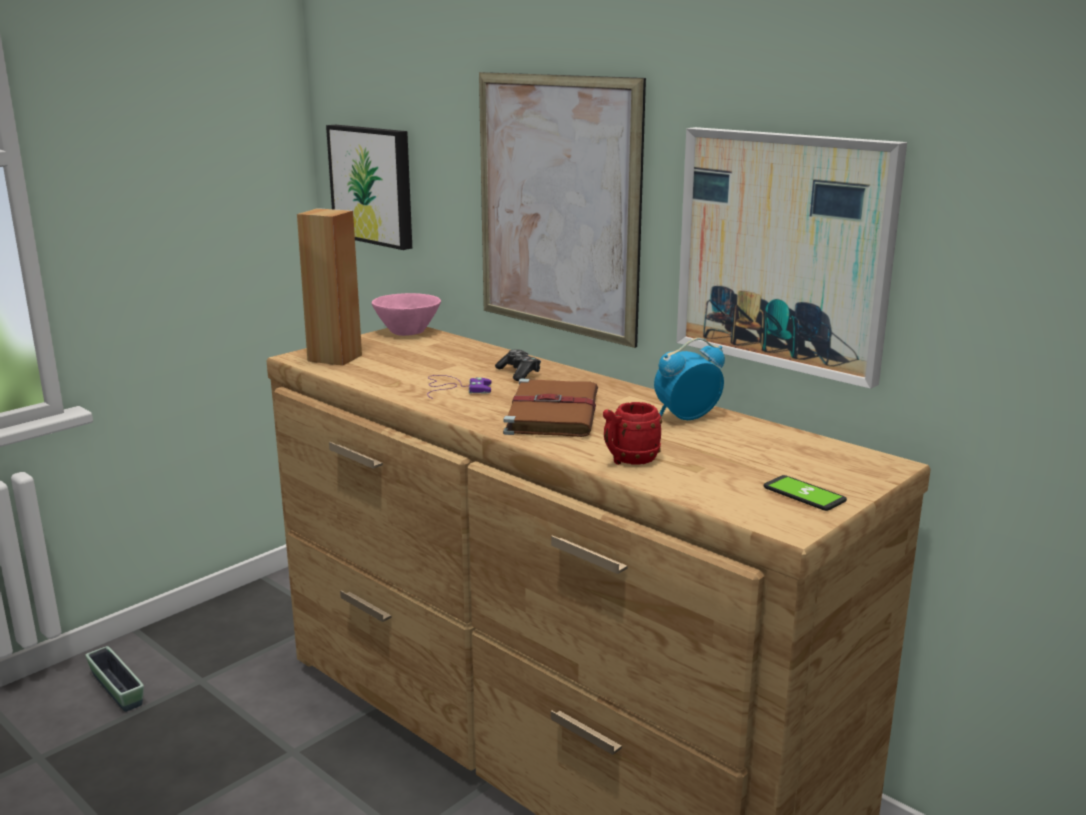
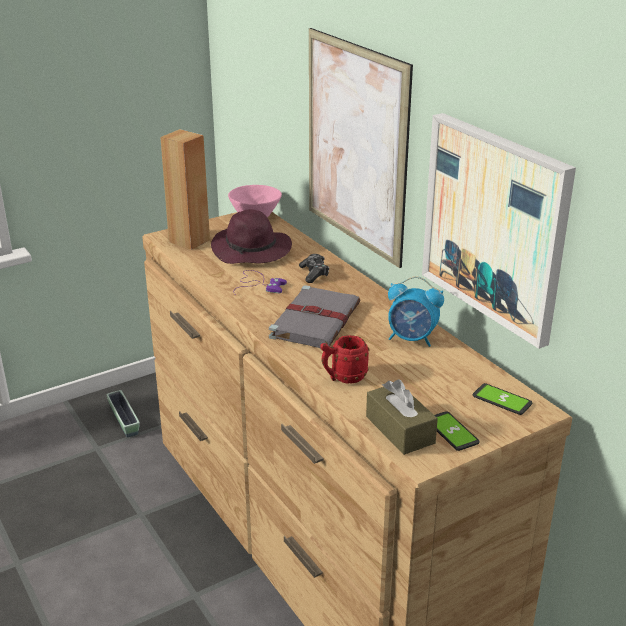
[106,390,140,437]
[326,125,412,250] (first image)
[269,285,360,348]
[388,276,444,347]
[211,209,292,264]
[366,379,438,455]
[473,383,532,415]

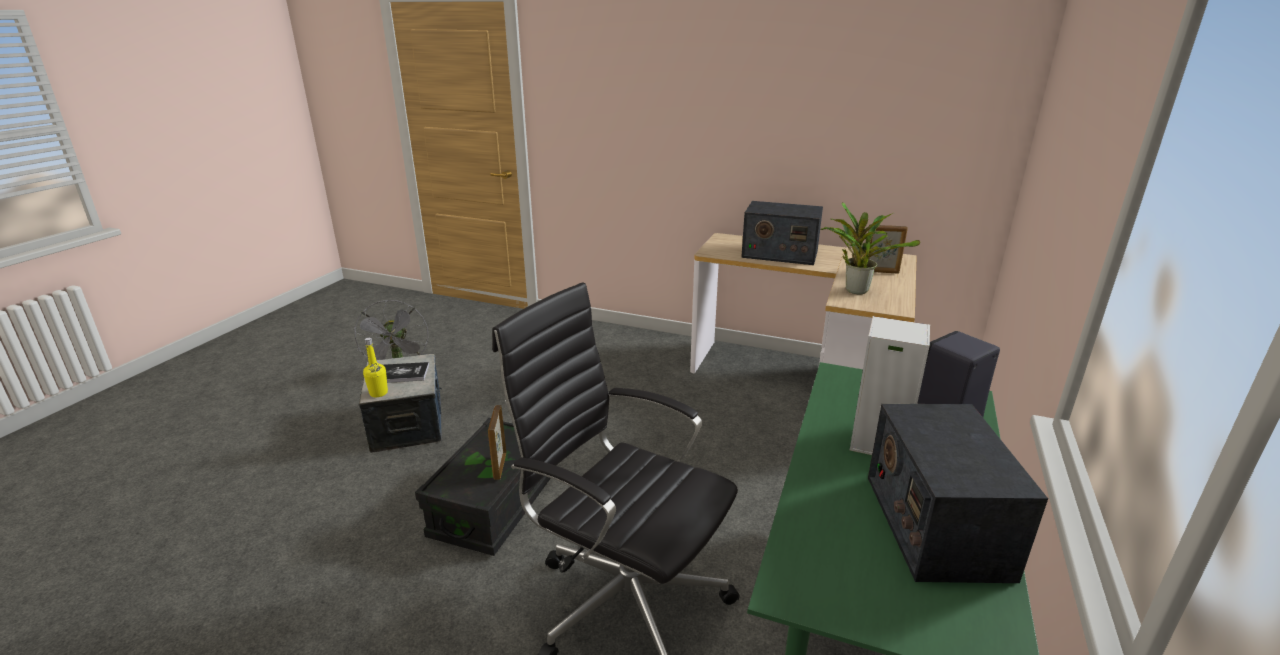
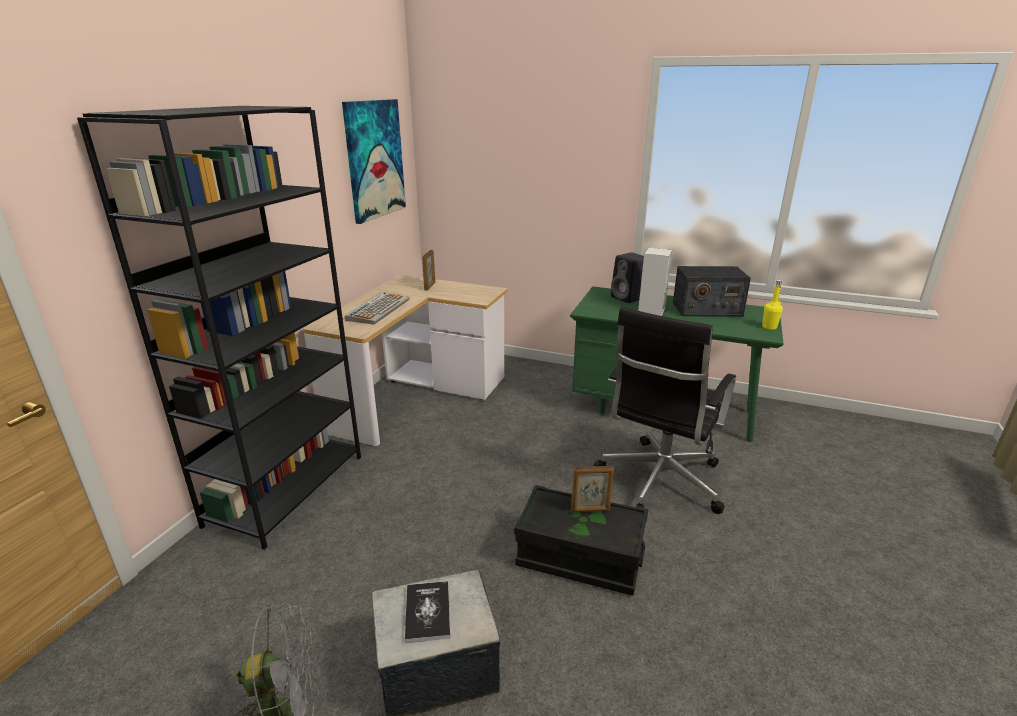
[762,280,783,330]
[345,292,409,325]
[821,202,920,294] (first image)
[77,106,361,550]
[342,99,406,224]

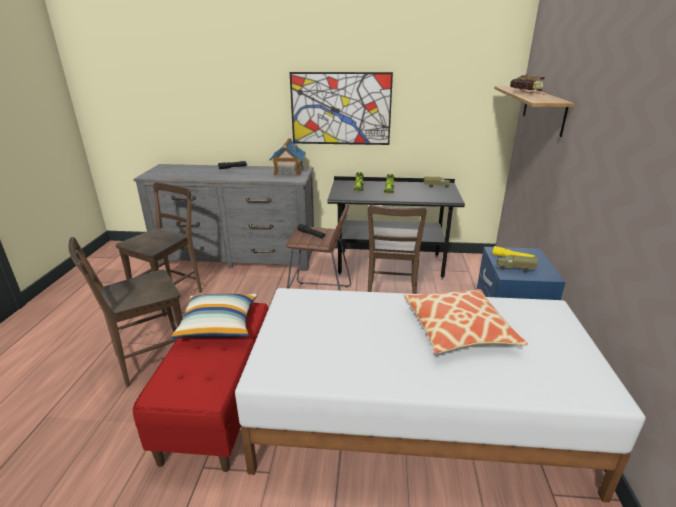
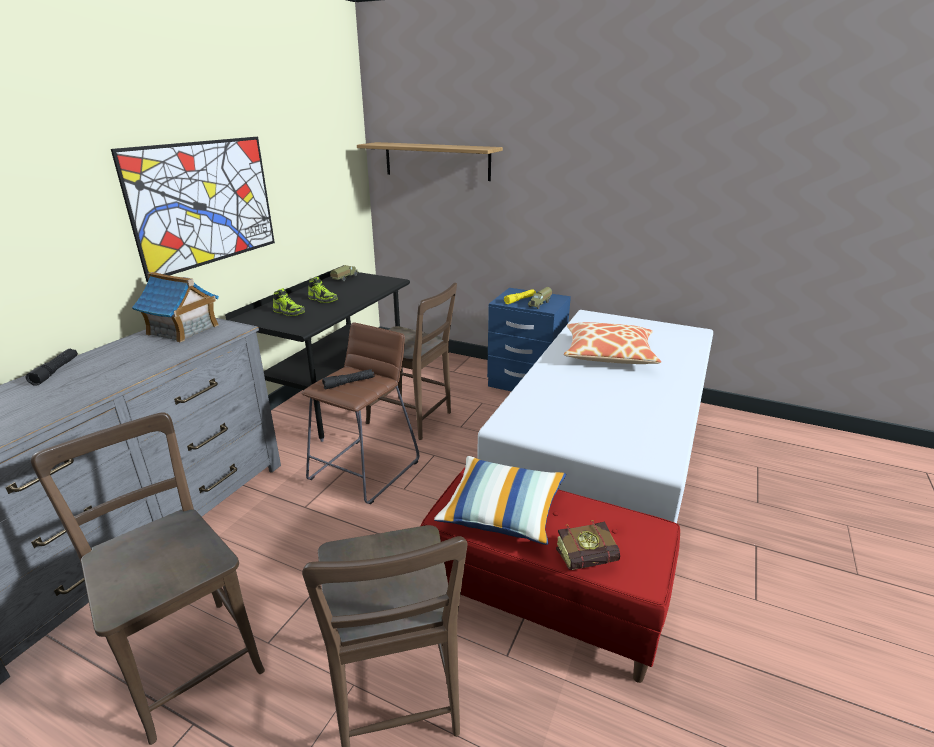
[556,520,620,570]

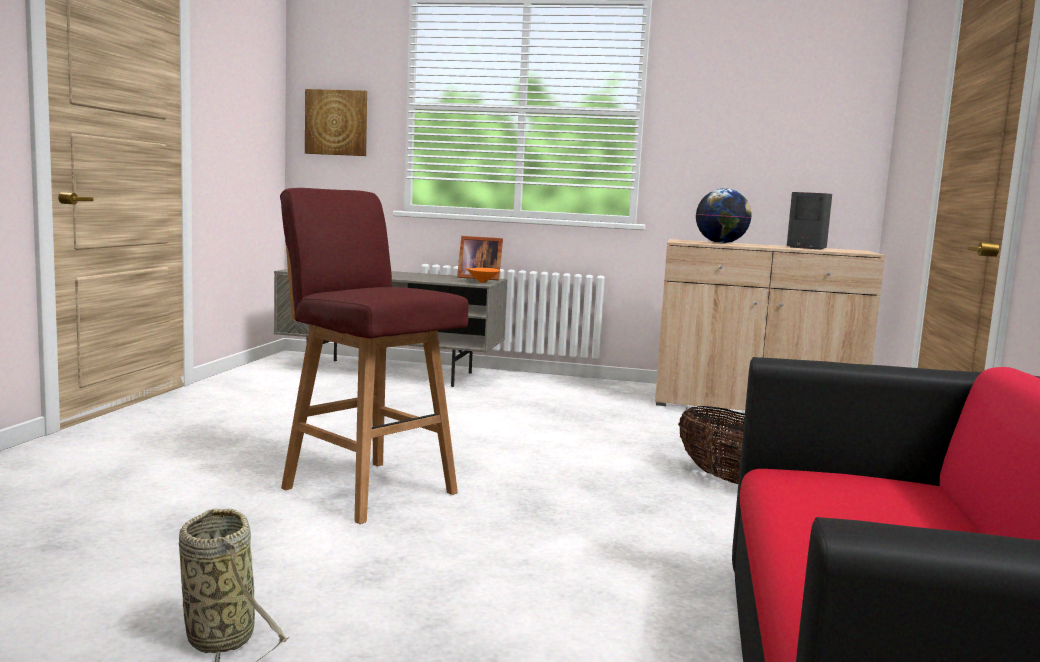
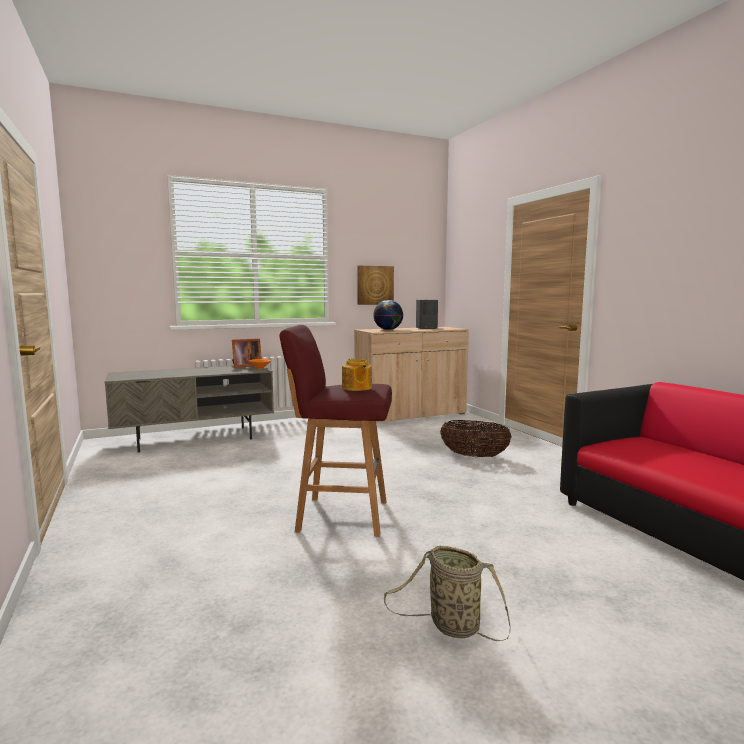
[357,266,394,305]
[342,358,372,391]

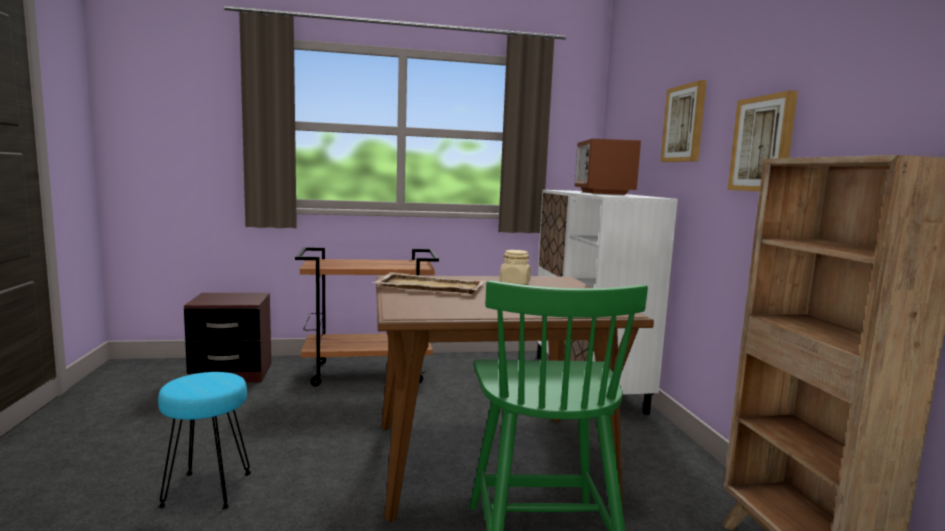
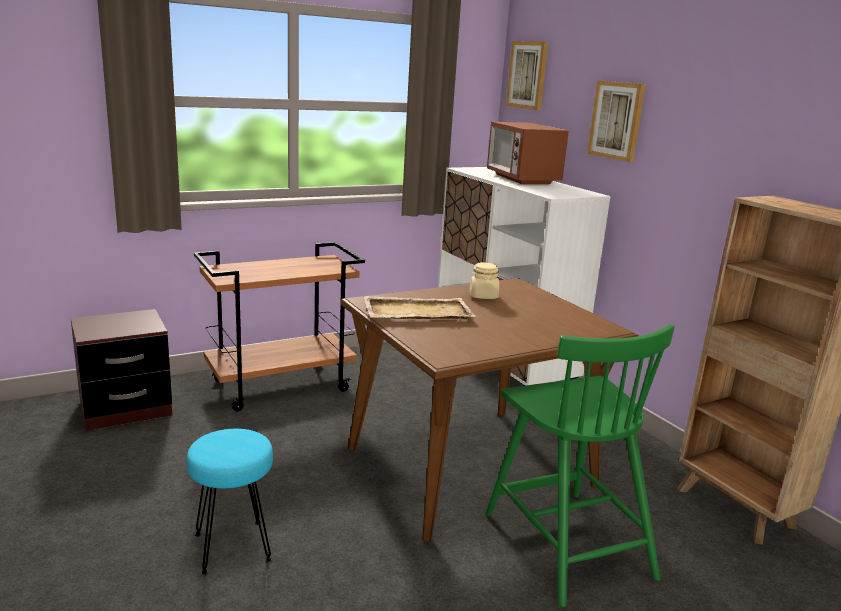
[506,41,548,110]

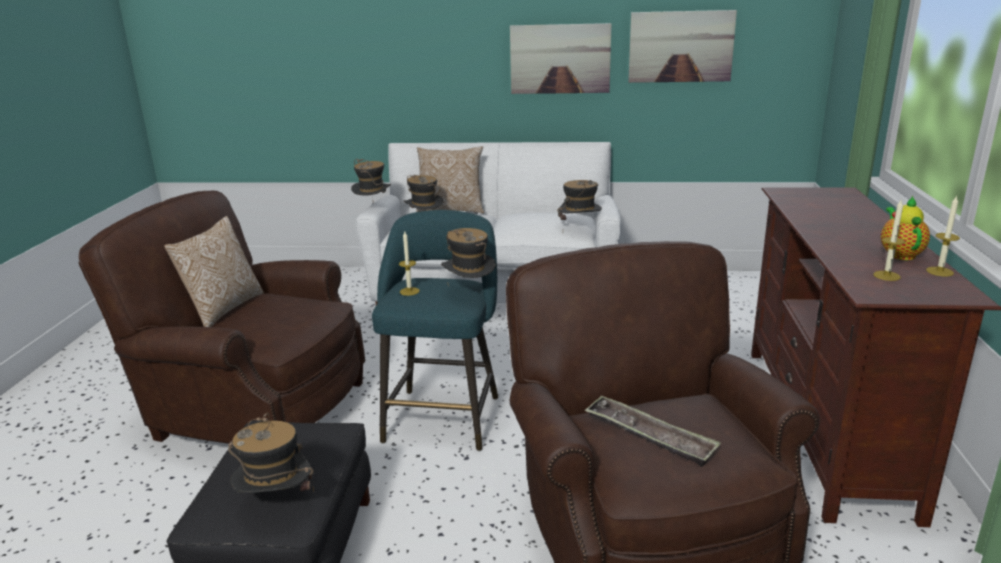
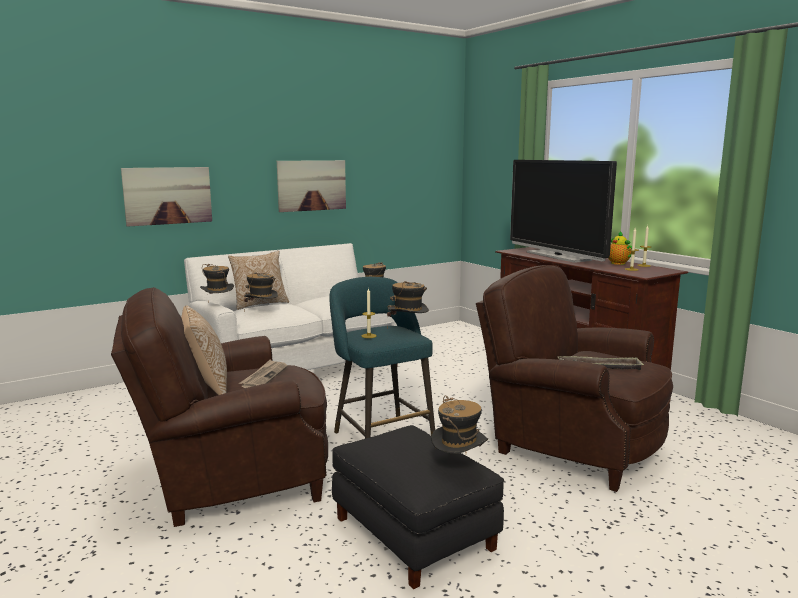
[121,167,212,227]
[239,360,288,388]
[510,160,617,263]

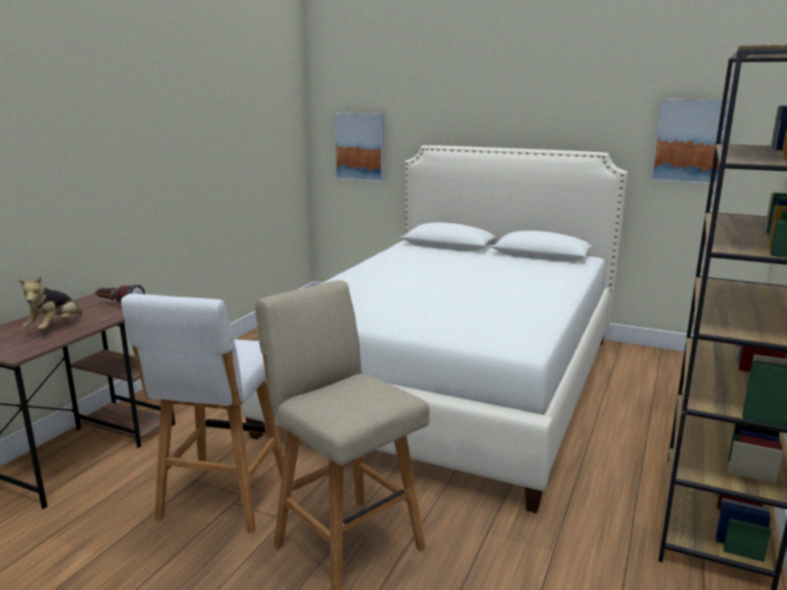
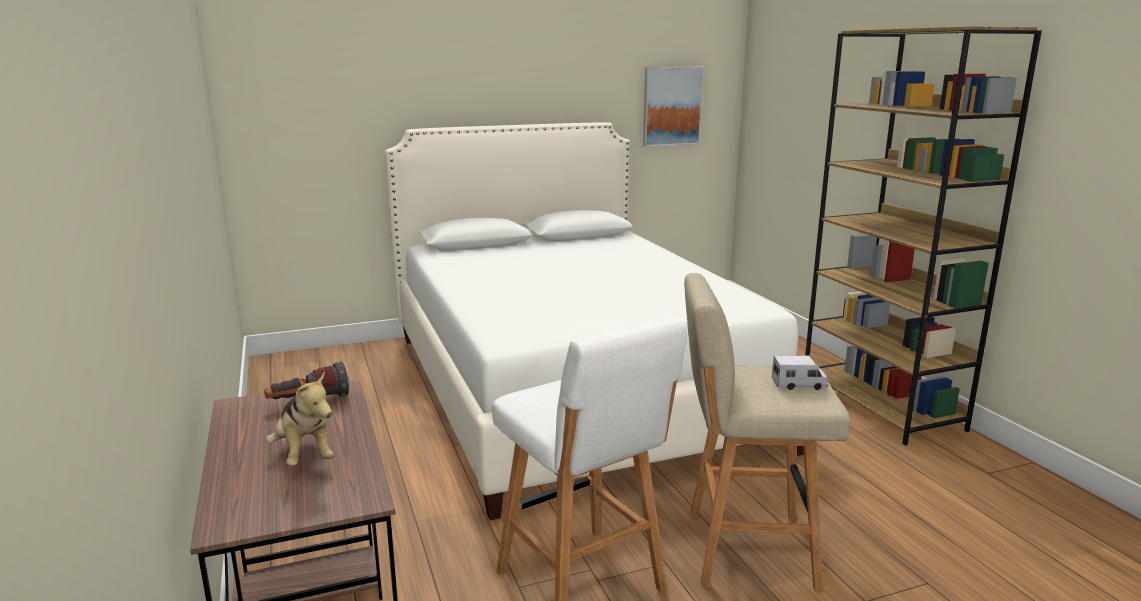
[334,113,384,182] (first image)
[772,355,828,390]

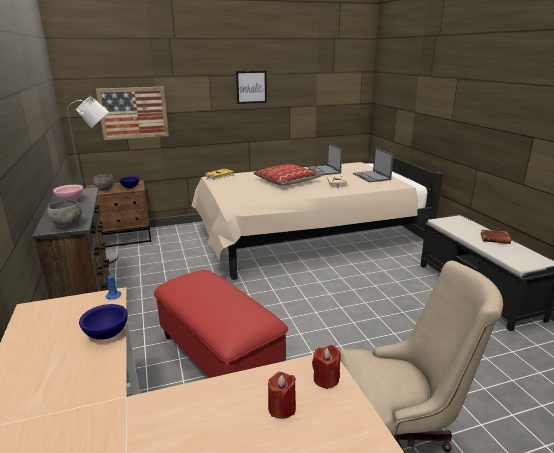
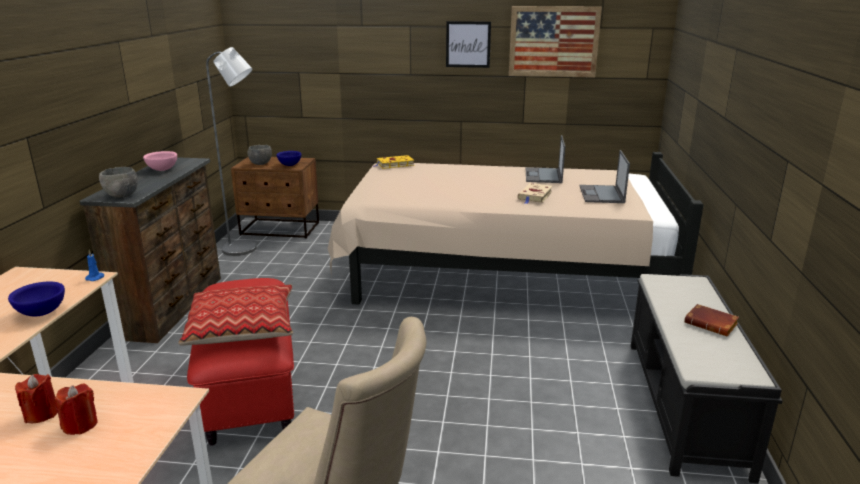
[509,6,602,78]
[178,285,293,346]
[15,374,58,423]

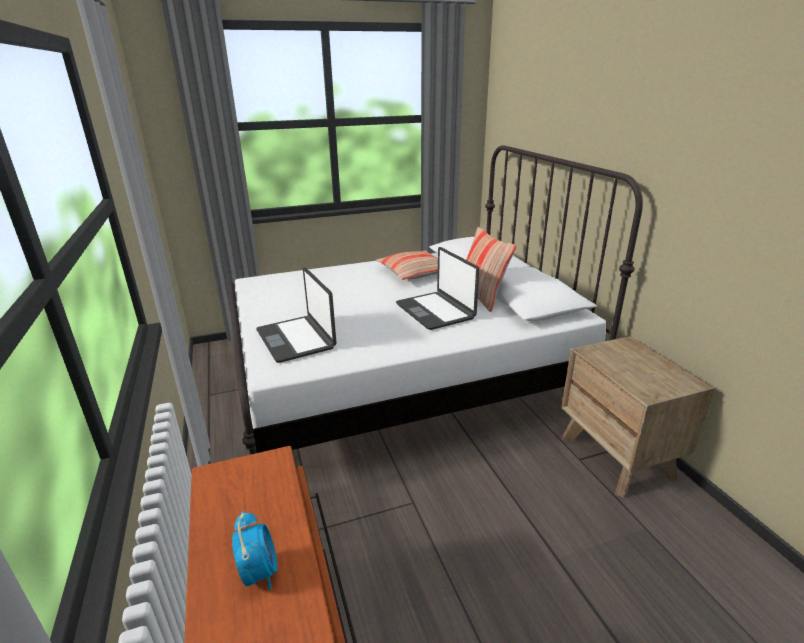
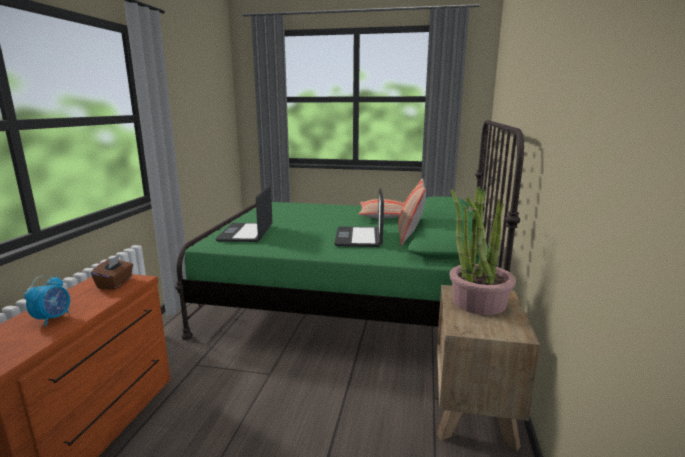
[175,120,524,339]
[91,255,133,289]
[450,186,516,315]

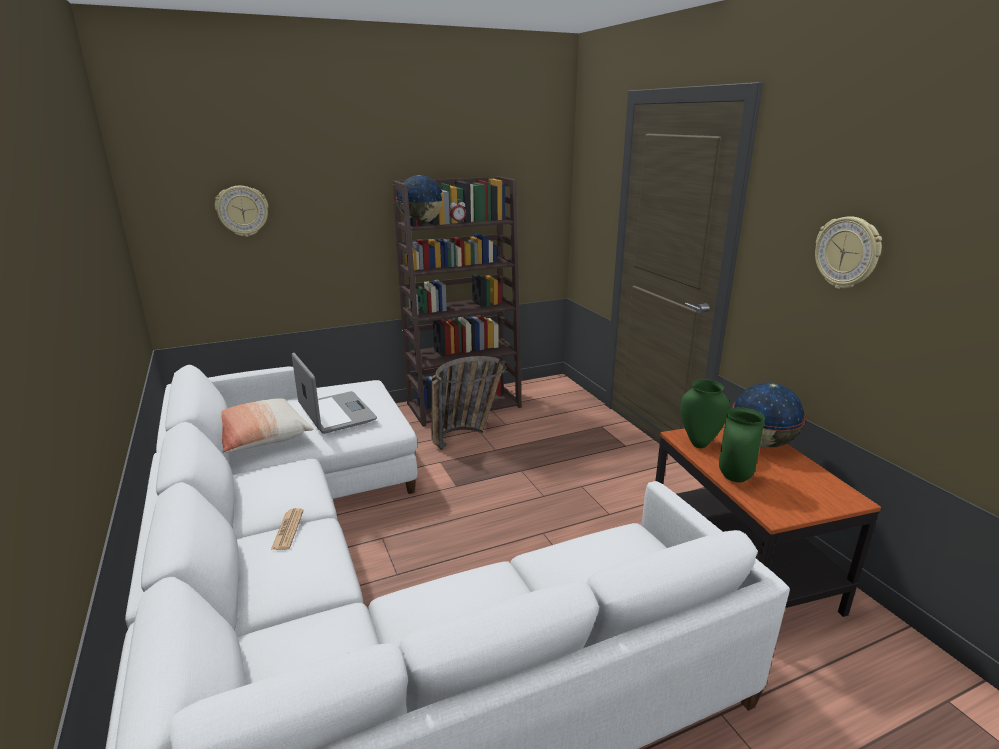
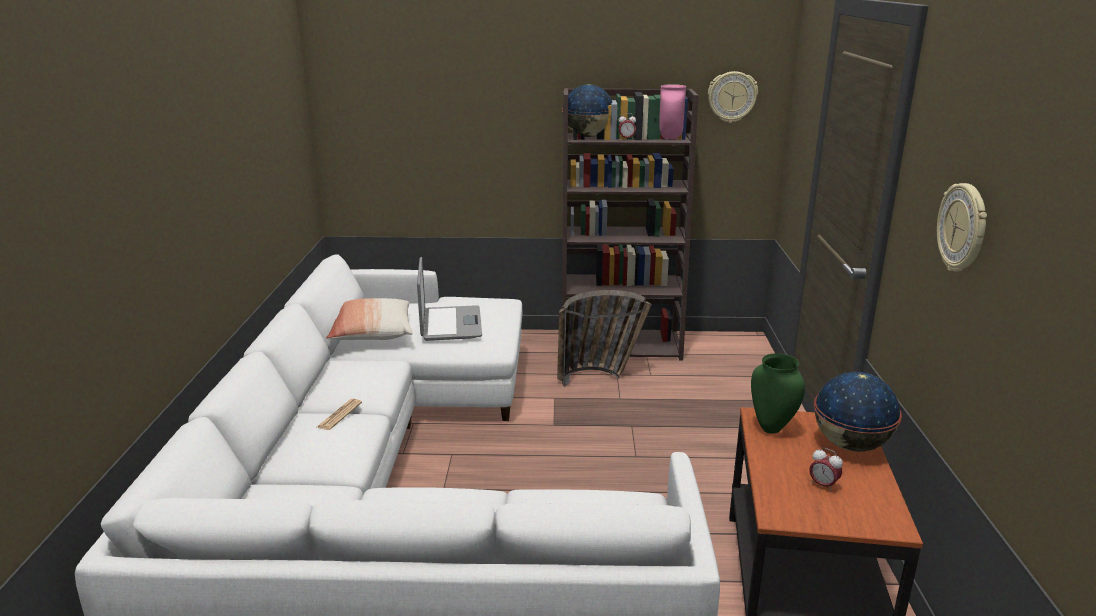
[708,71,758,123]
[719,407,765,482] (first image)
[659,84,686,140]
[809,448,843,492]

